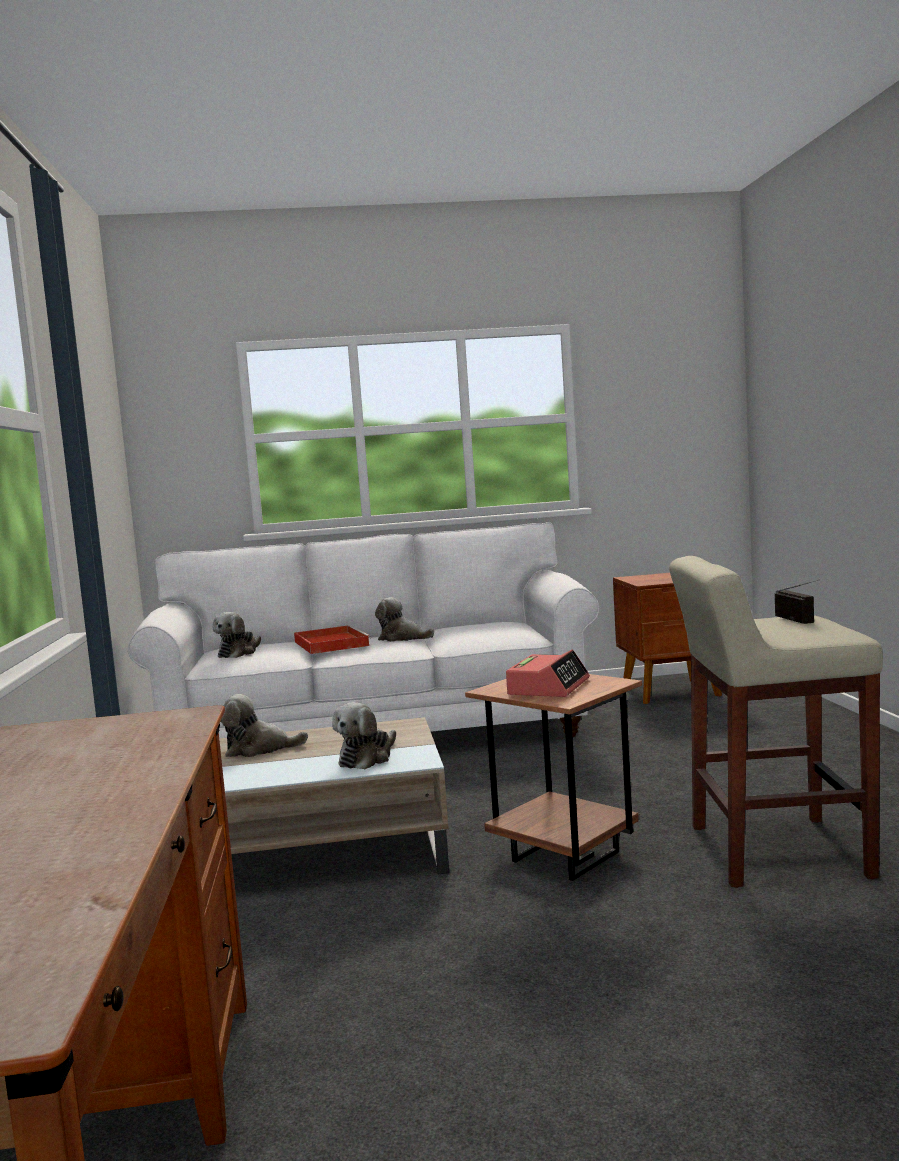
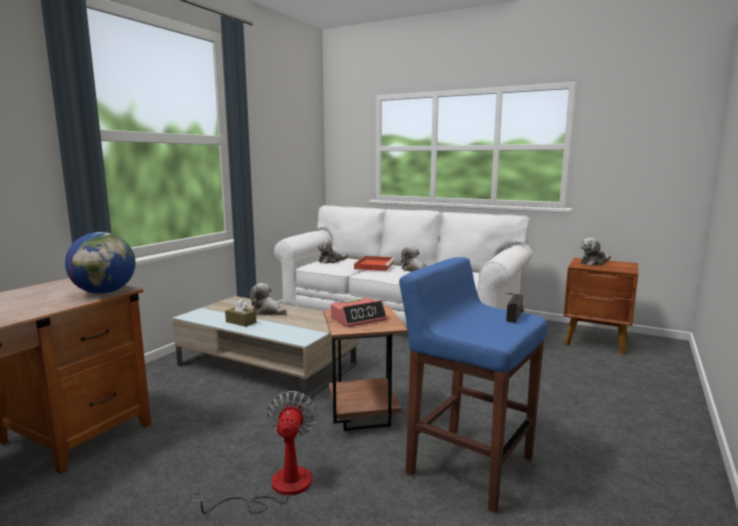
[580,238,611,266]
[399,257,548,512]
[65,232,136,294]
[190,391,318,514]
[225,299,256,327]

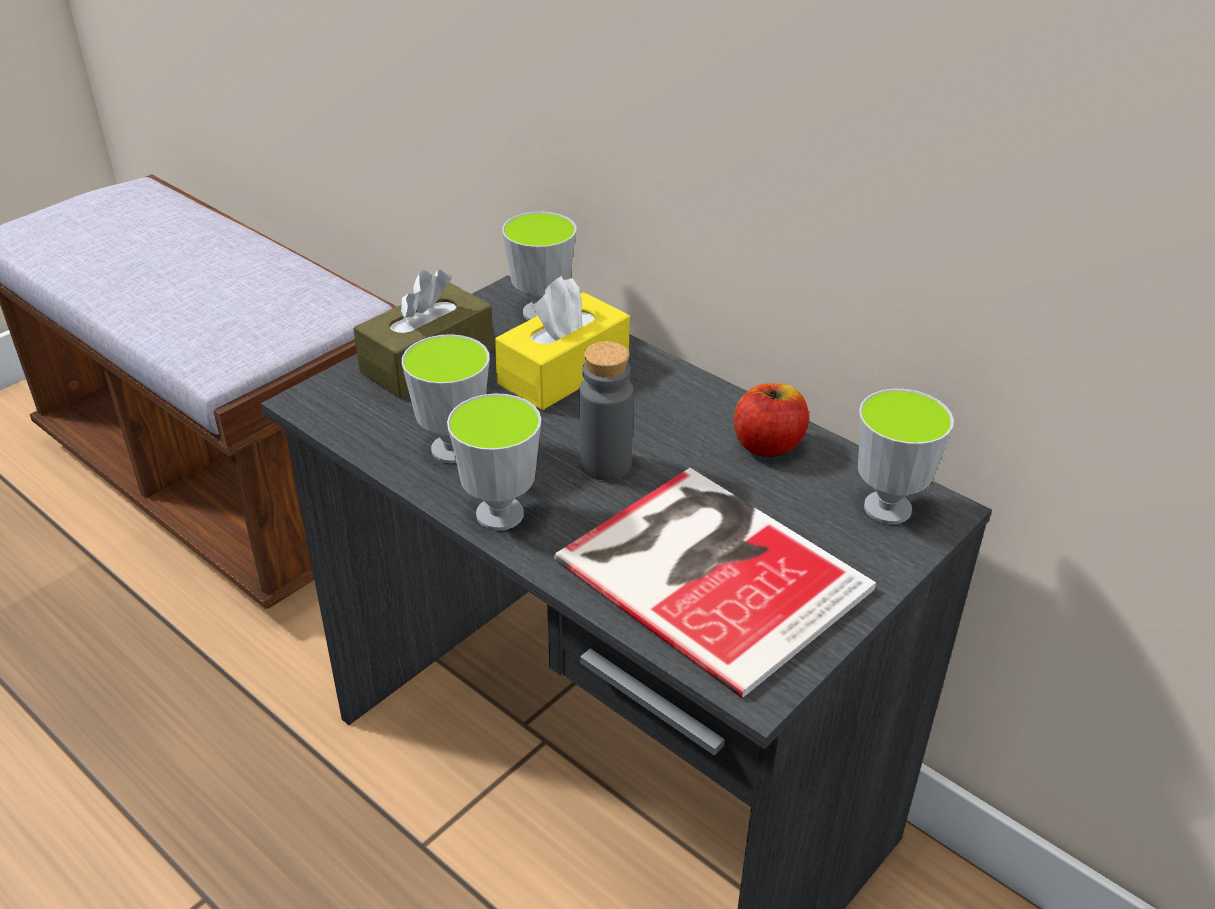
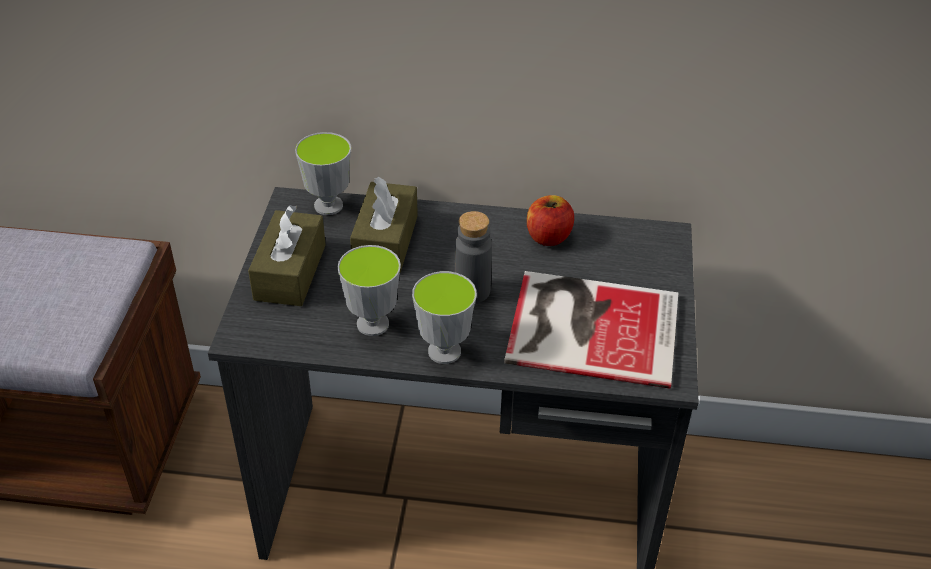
[350,177,418,273]
[858,389,954,524] (first image)

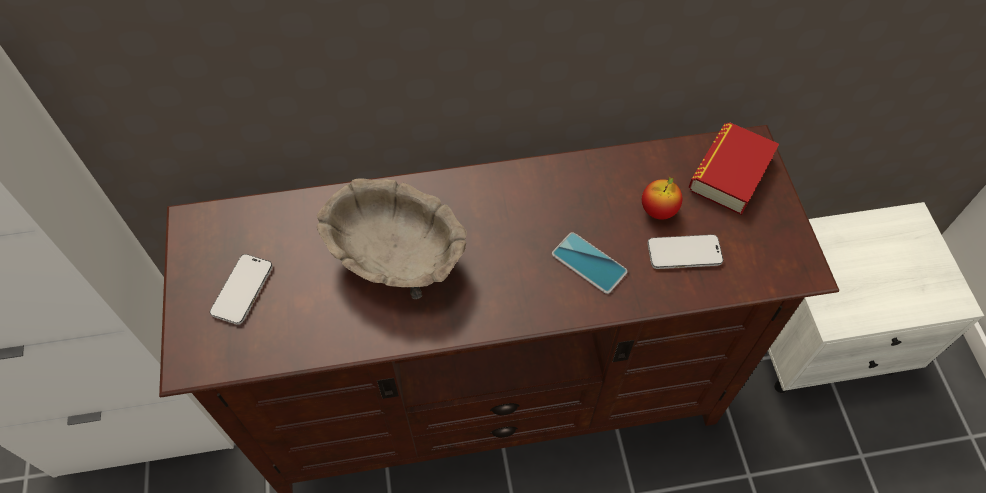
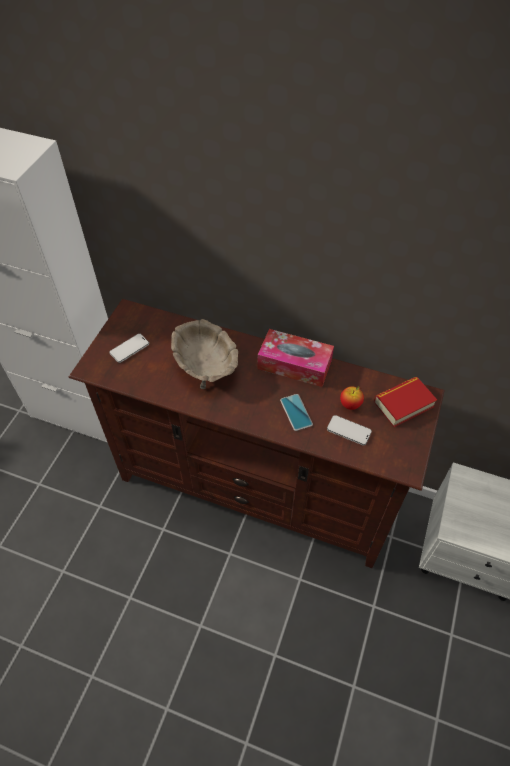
[258,329,334,387]

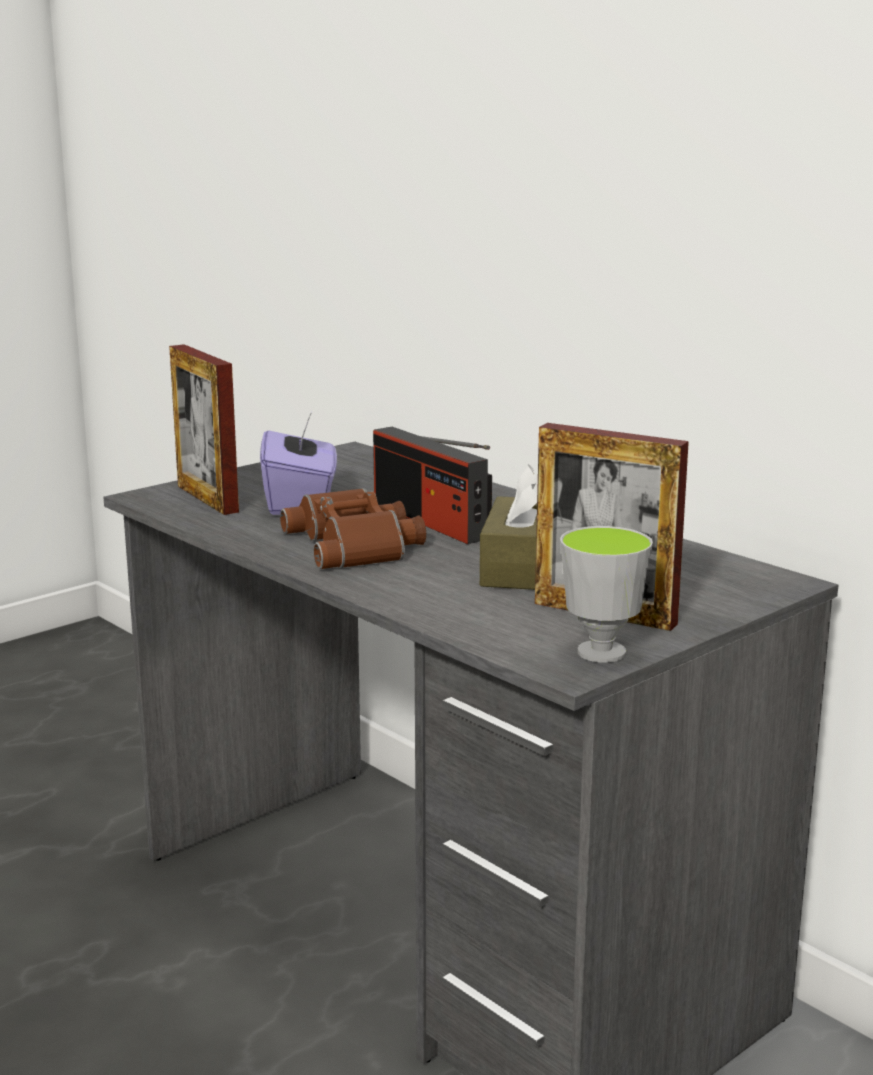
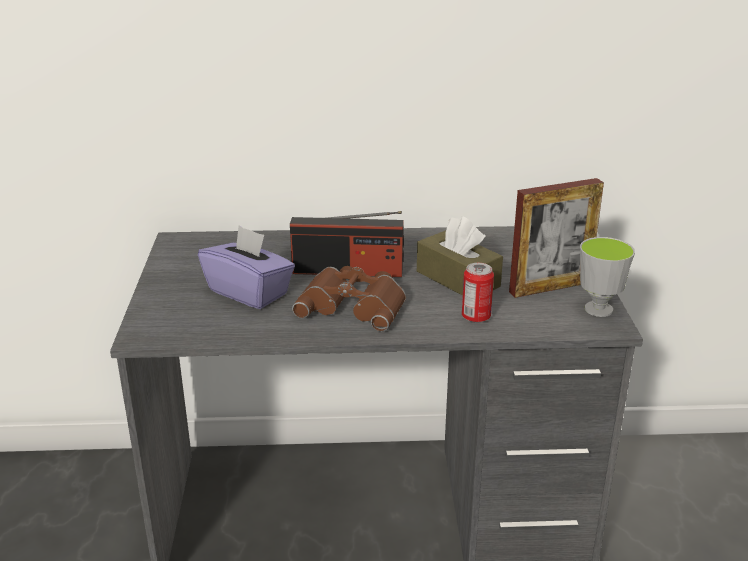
[169,344,239,515] (first image)
[462,263,494,323]

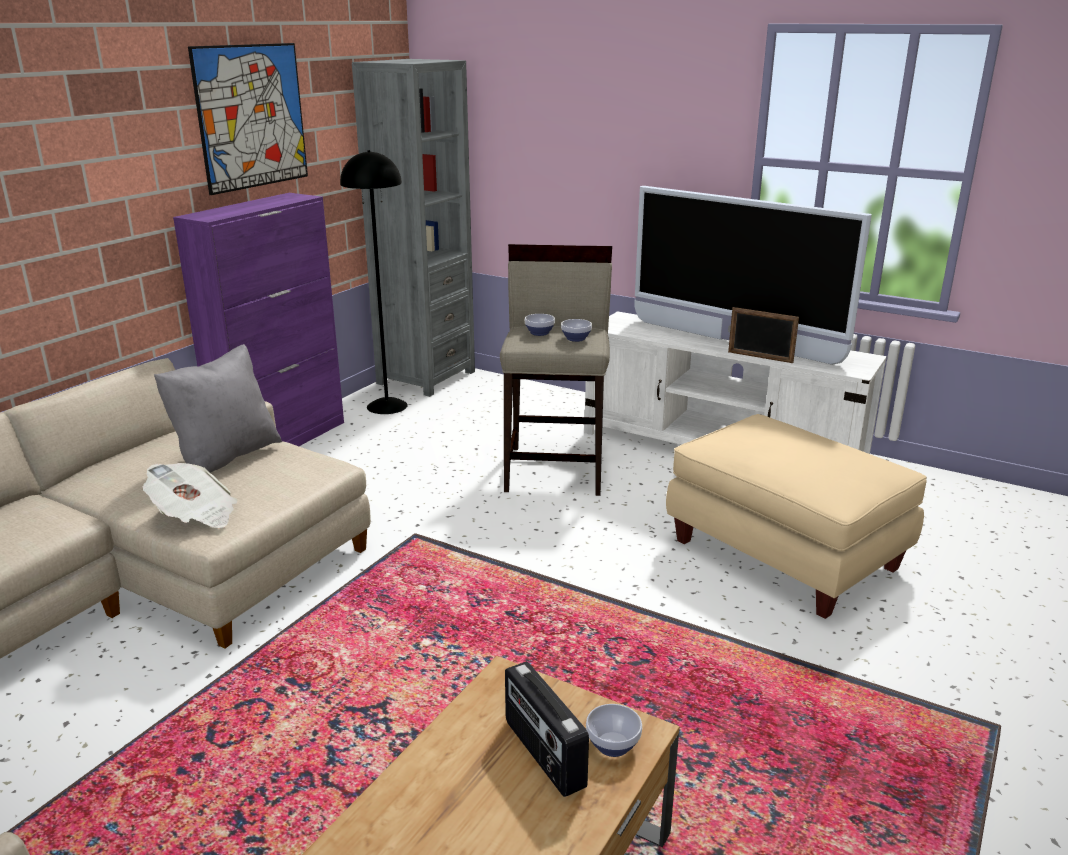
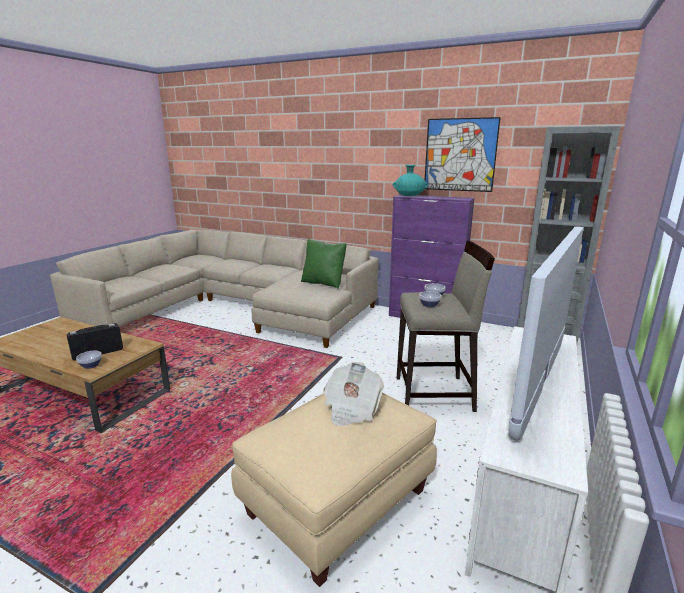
[324,362,384,426]
[301,239,346,289]
[340,150,408,414] (first image)
[728,307,799,363] (first image)
[392,165,428,196]

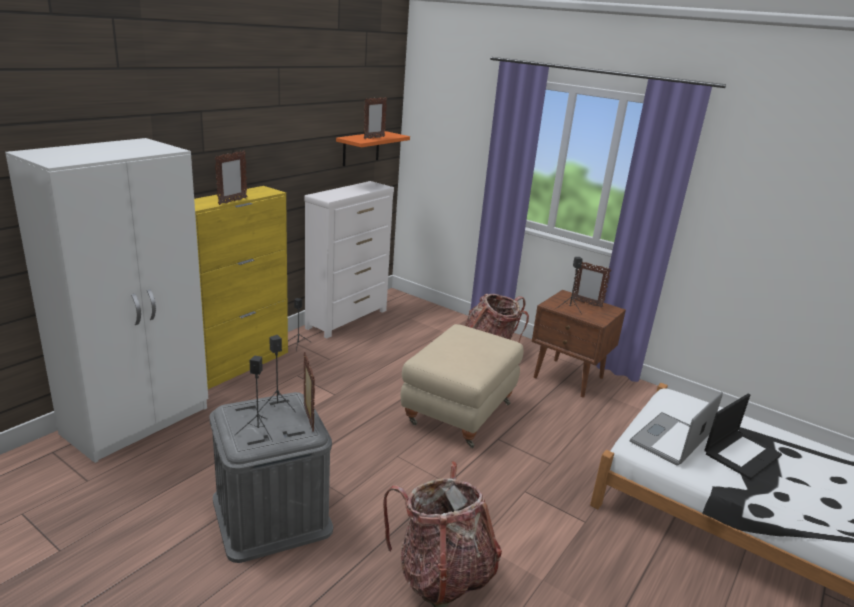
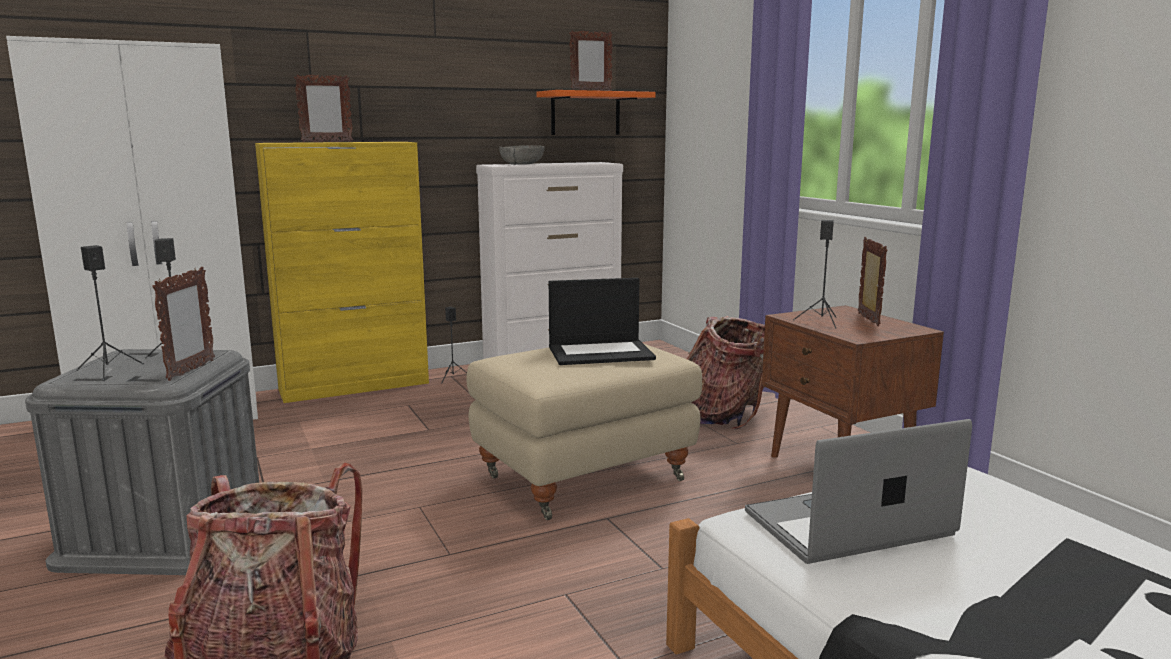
[858,237,888,326]
[549,278,656,365]
[499,145,545,165]

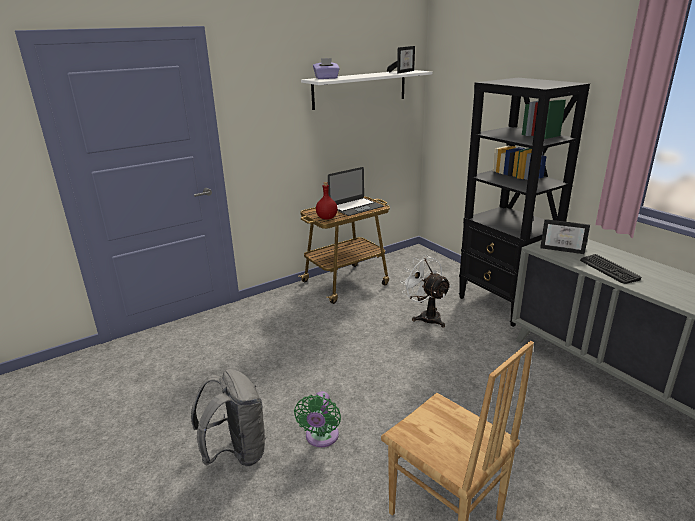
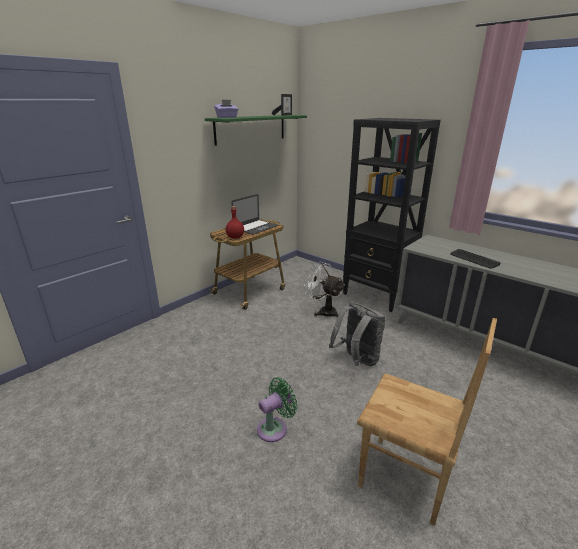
[329,302,386,366]
[257,377,297,442]
[205,115,307,146]
[540,219,590,254] (first image)

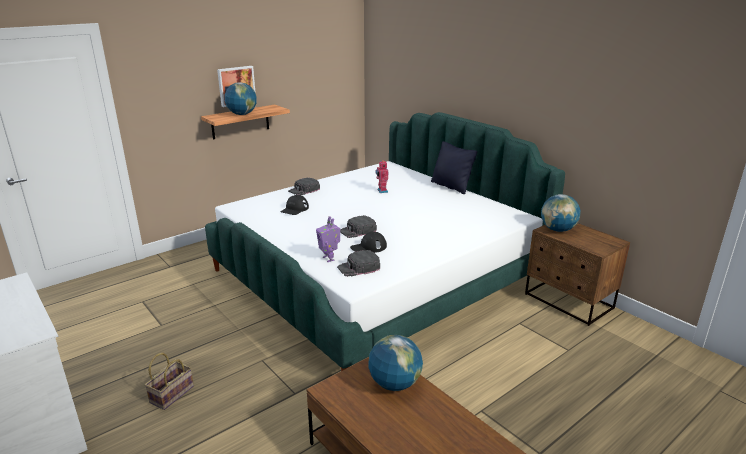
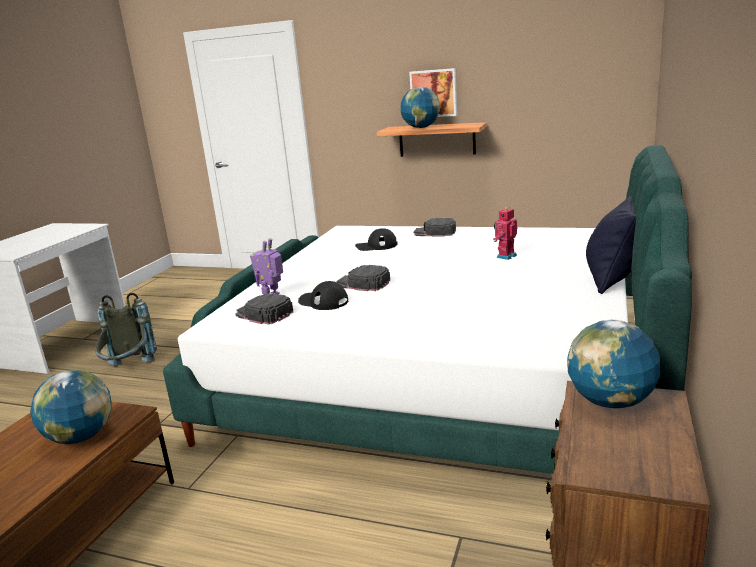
[95,293,157,366]

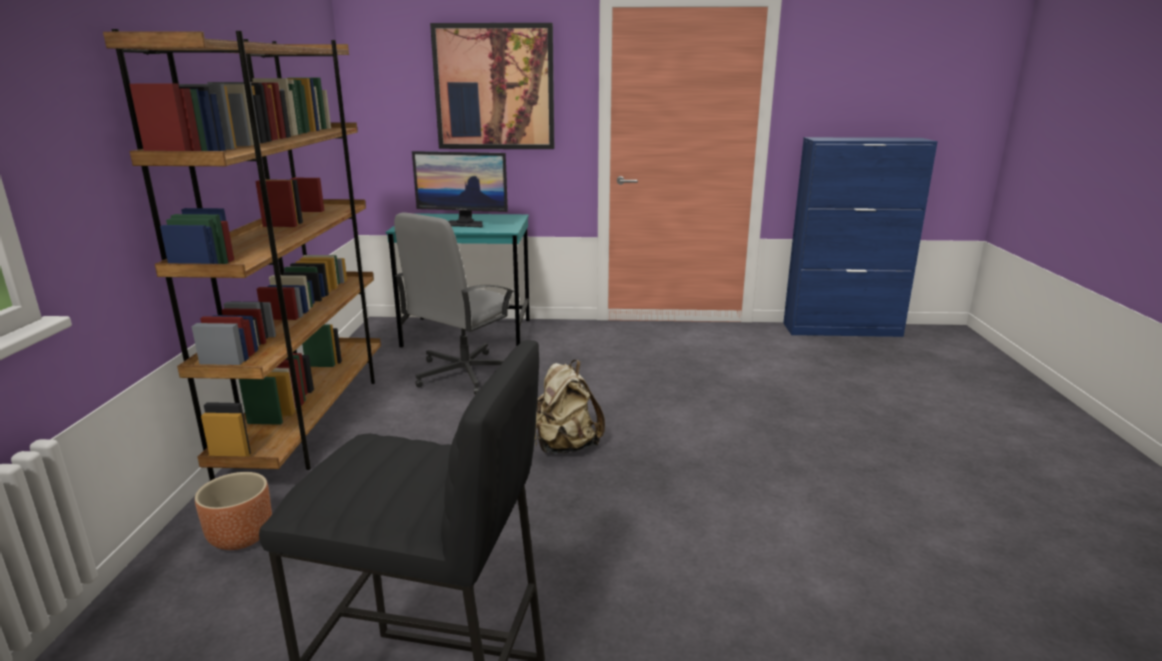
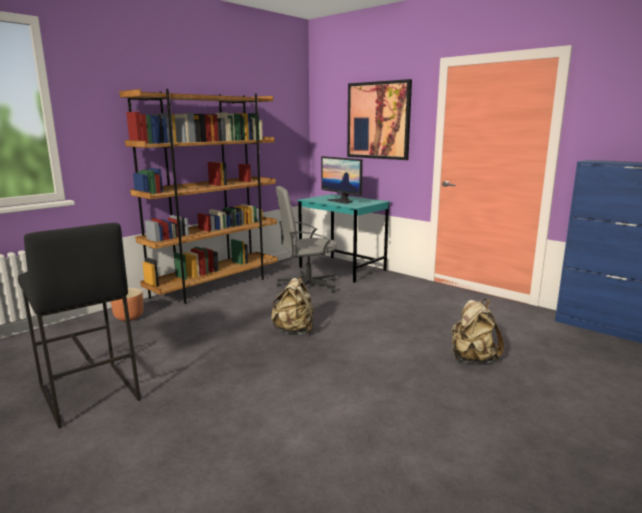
[451,299,504,363]

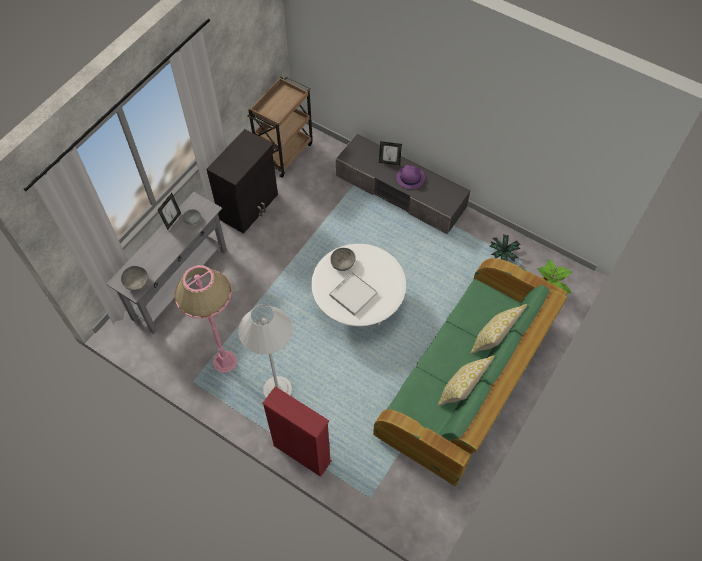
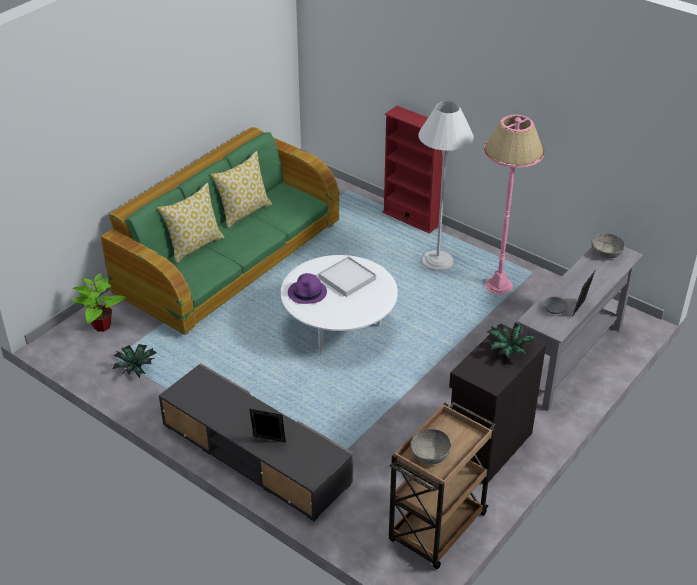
[411,429,451,464]
[288,273,327,304]
[487,322,539,358]

